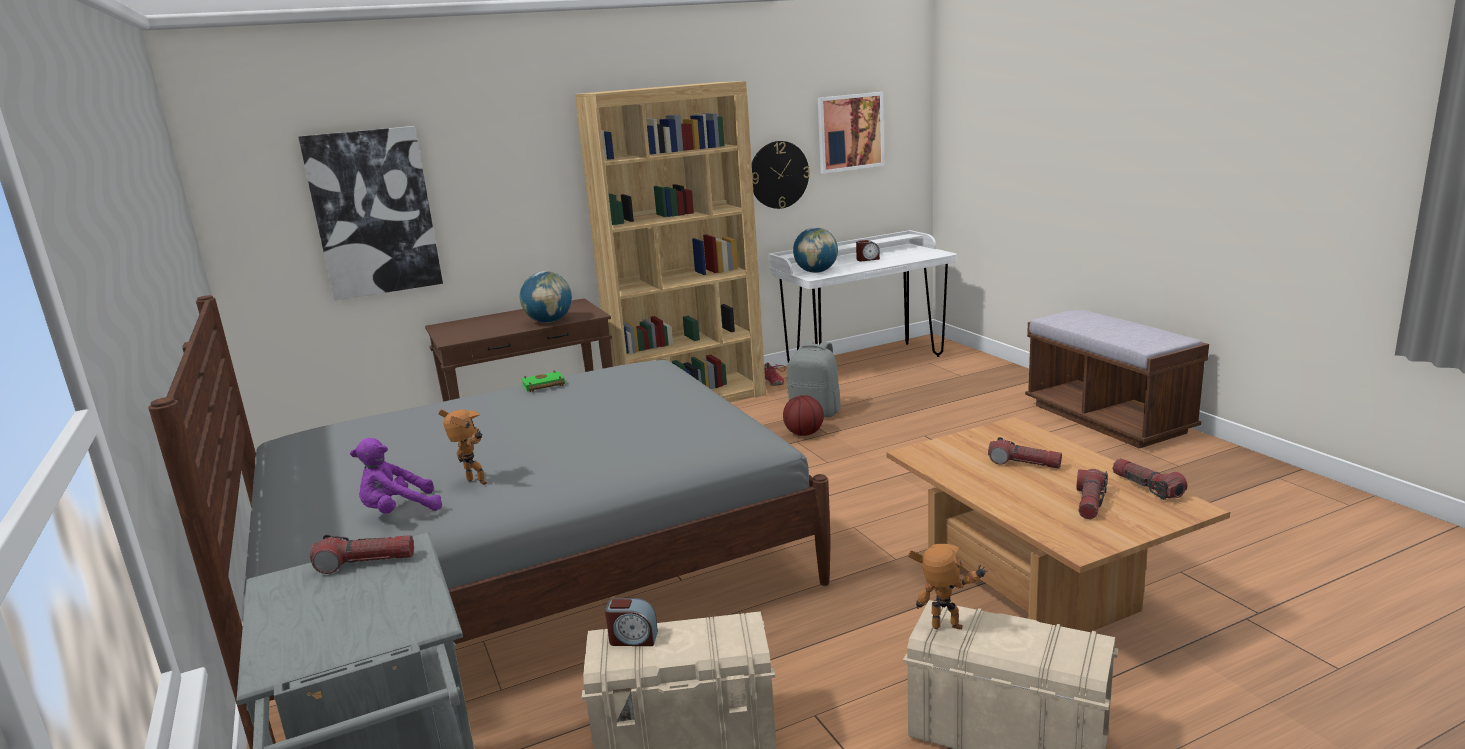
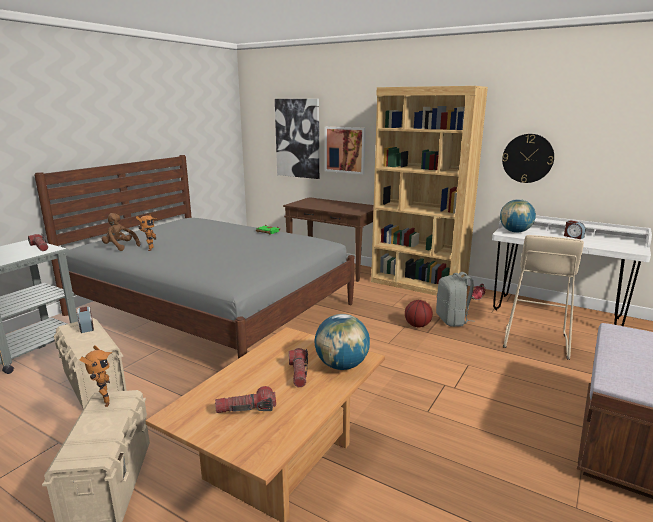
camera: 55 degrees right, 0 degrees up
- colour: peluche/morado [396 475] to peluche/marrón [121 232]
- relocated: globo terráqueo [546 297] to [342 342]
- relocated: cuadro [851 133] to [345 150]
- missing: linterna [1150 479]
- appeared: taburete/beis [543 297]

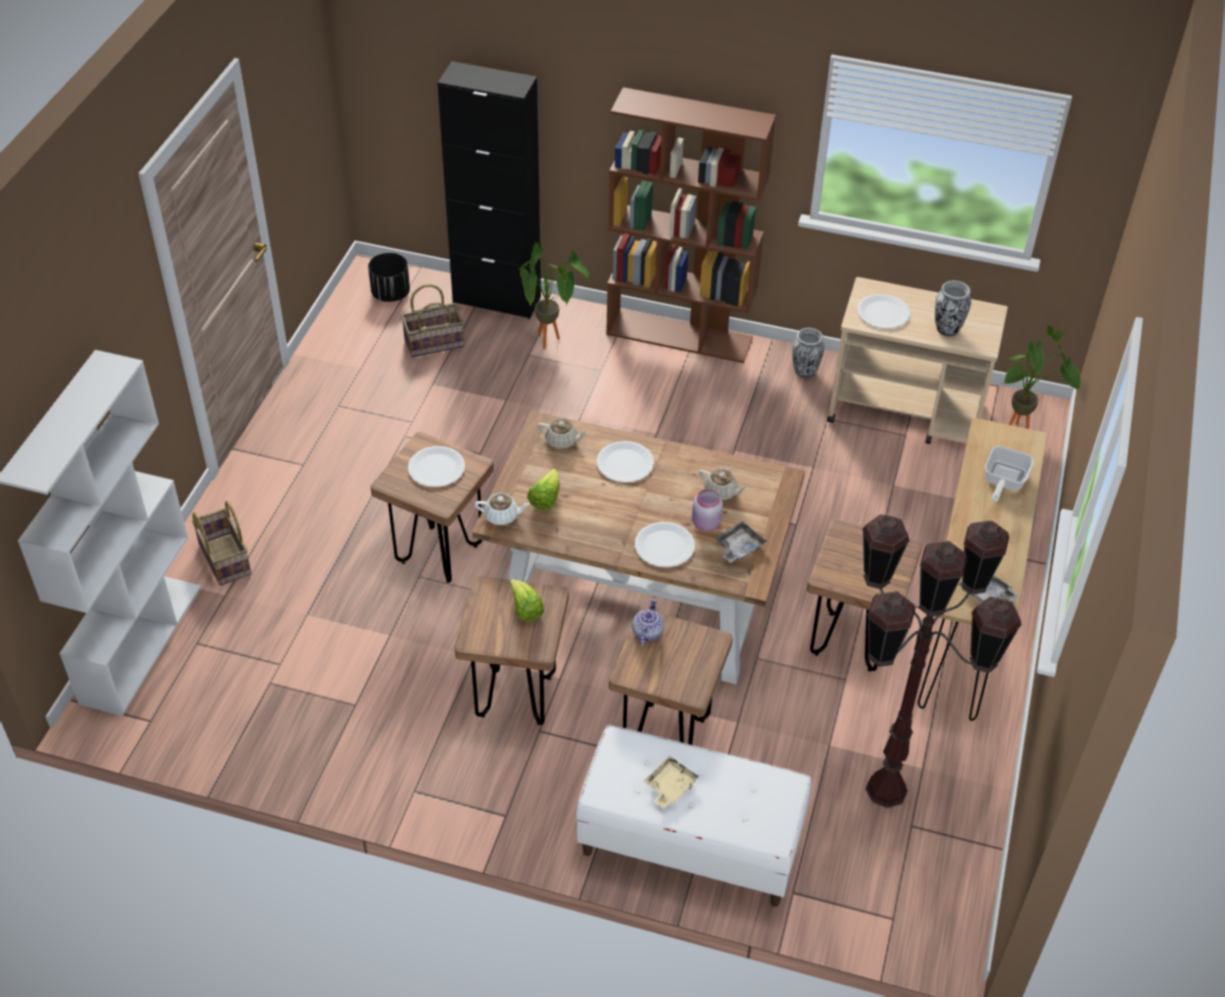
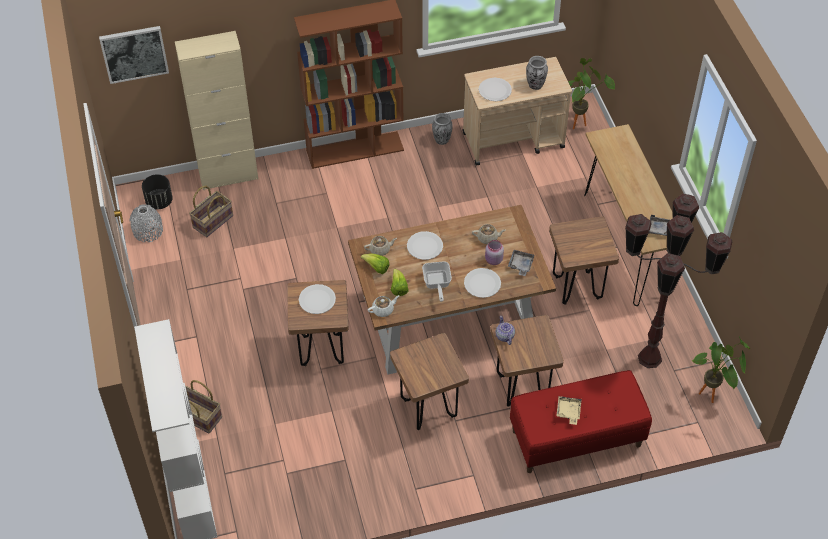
camera: 30 degrees left, 5 degrees up
- colour: armario/negro [489 190] to armario/beis [216 110]
- relocated: lechuga [526 600] to [375 264]
- relocated: planta en maceta [554 295] to [721 369]
- colour: banco/blanco [694 816] to banco/rojo [581 421]
- relocated: sartén [1009 474] to [437 282]
- appeared: cuadro [134 55]
- appeared: florero/gris [146 223]

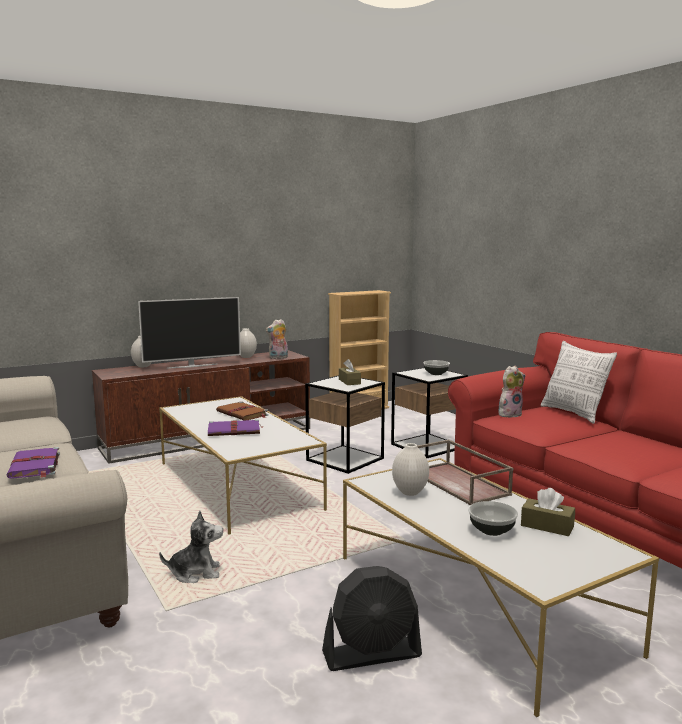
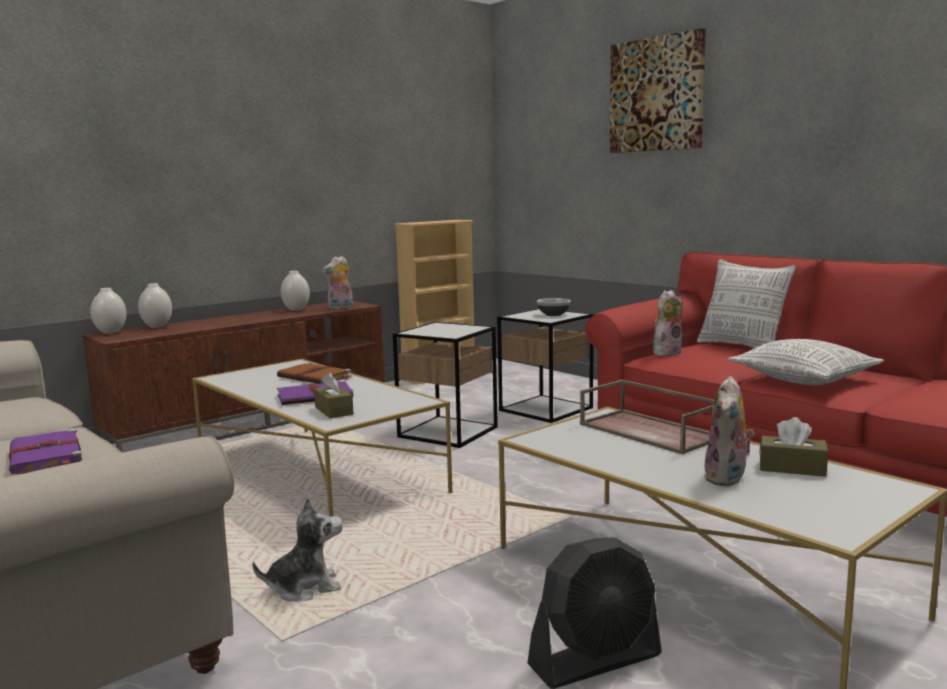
camera: 10 degrees left, 0 degrees up
- missing: televisor [189 333]
- relocated: caja de pañuelos/marrón [350 372] to [334 395]
- relocated: florero/blanco [410 469] to [108 311]
- exchanged: cuenco [493 518] to peluche [729 431]
- appeared: cuadro [658 90]
- appeared: cojín [806 362]

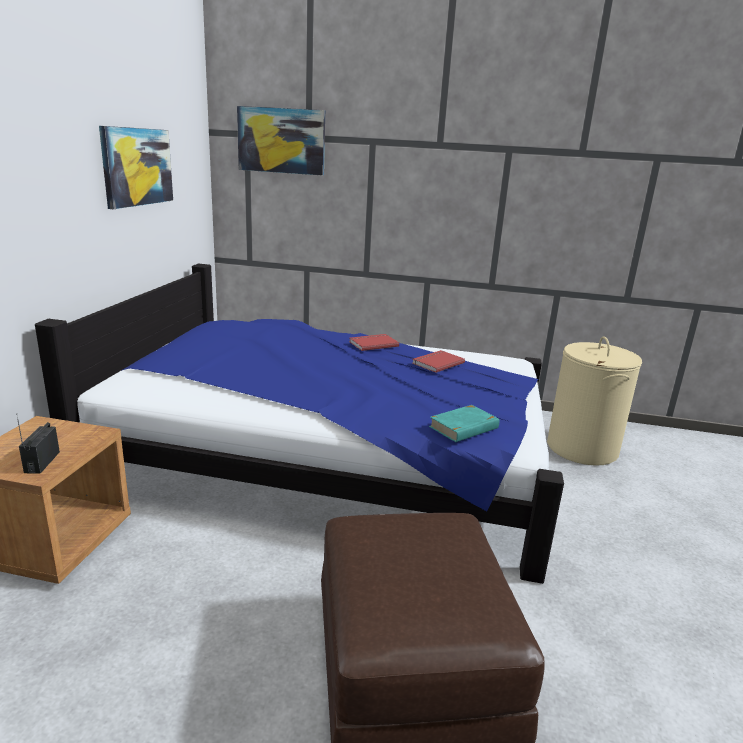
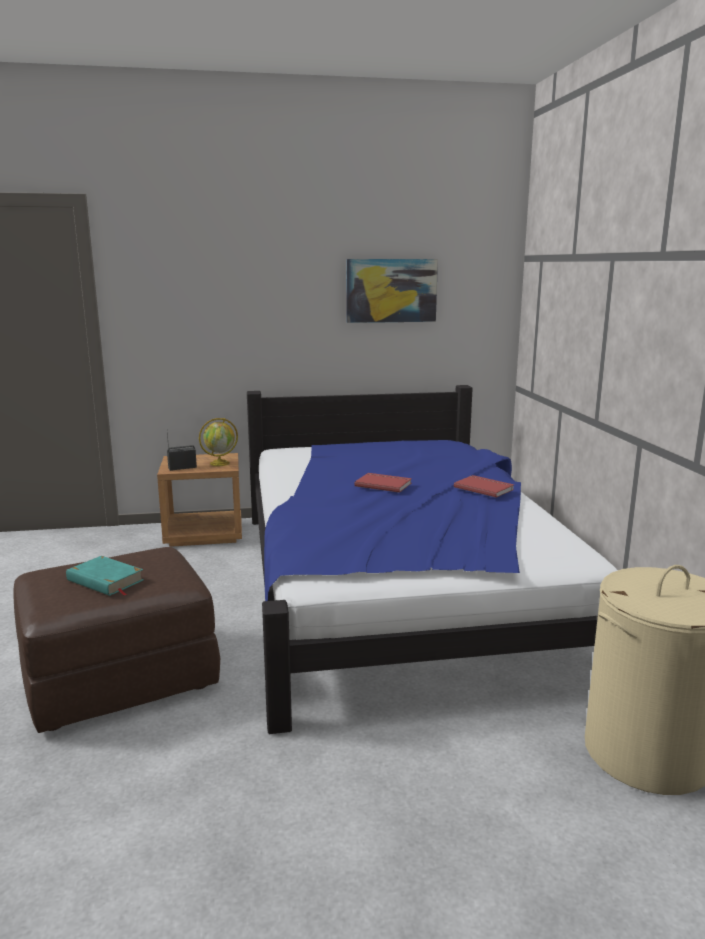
camera: 70 degrees right, 5 degrees down
- missing: cuadro [281 141]
- relocated: libro/rojo [438 361] to [383 483]
- relocated: libro/turquesa [464 423] to [105 576]
- appeared: globo terráqueo [218 442]

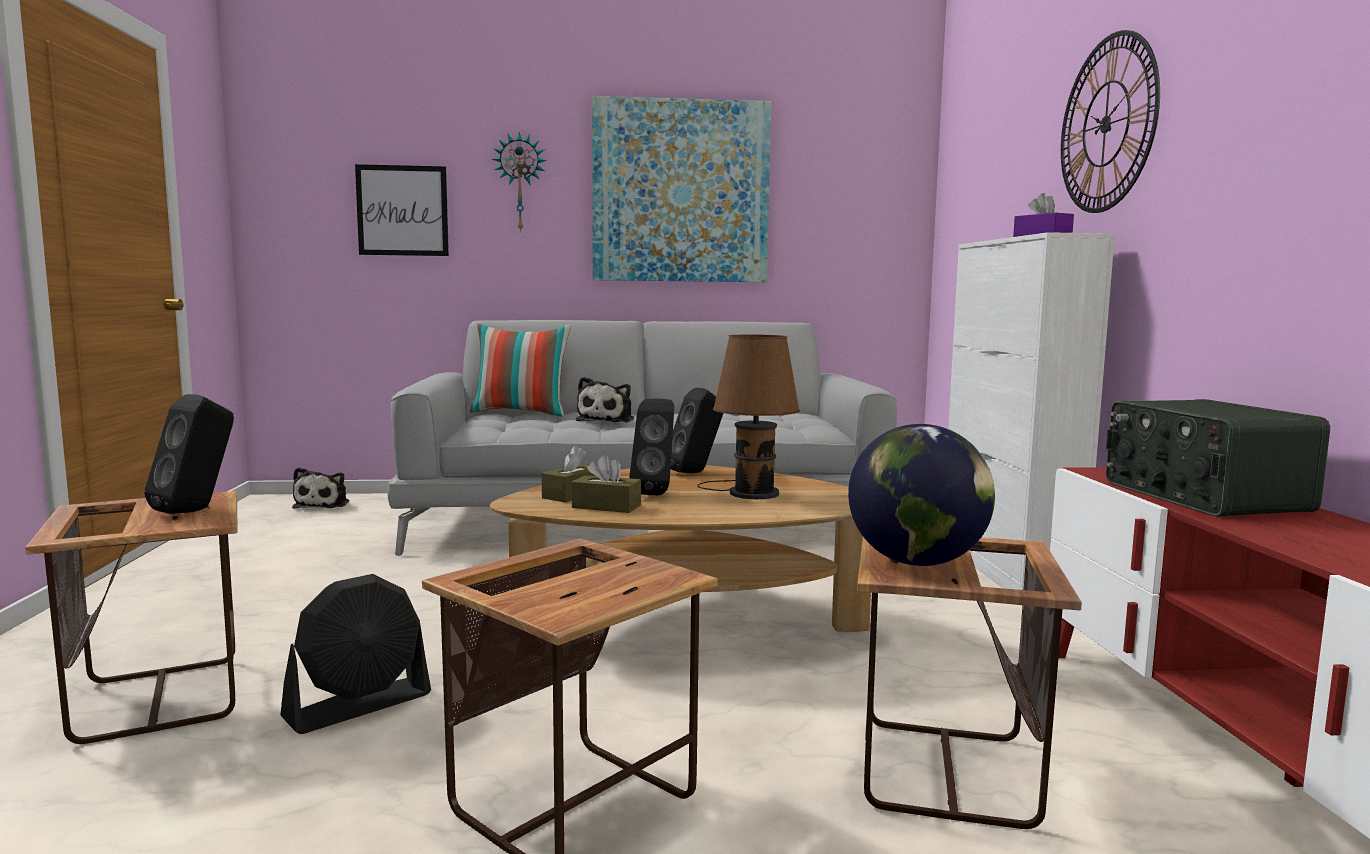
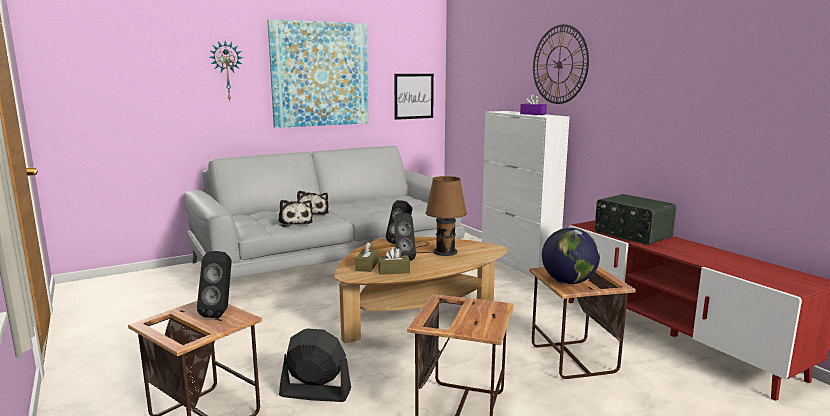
camera: 25 degrees left, 5 degrees up
- spun: ventilador/negro [356 654] = [315 365] 105 degrees counterclockwise
- relocated: peluche [320 488] to [295 213]
- relocated: cuadro [402 210] to [414 97]
- missing: cojín [520 370]

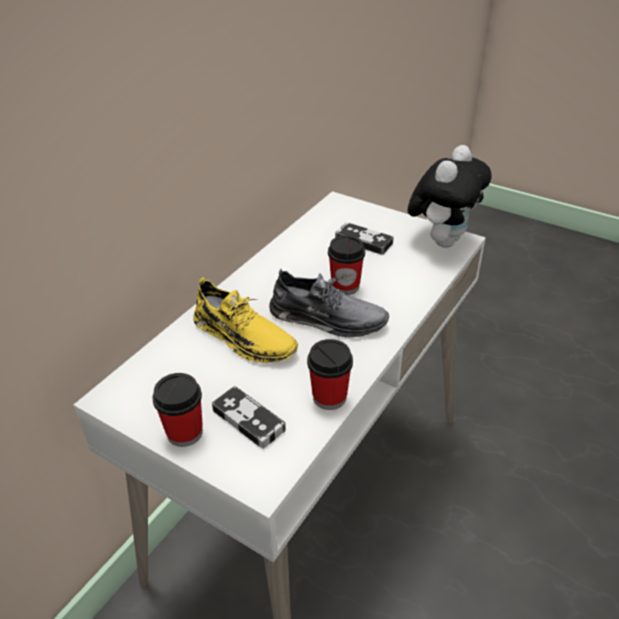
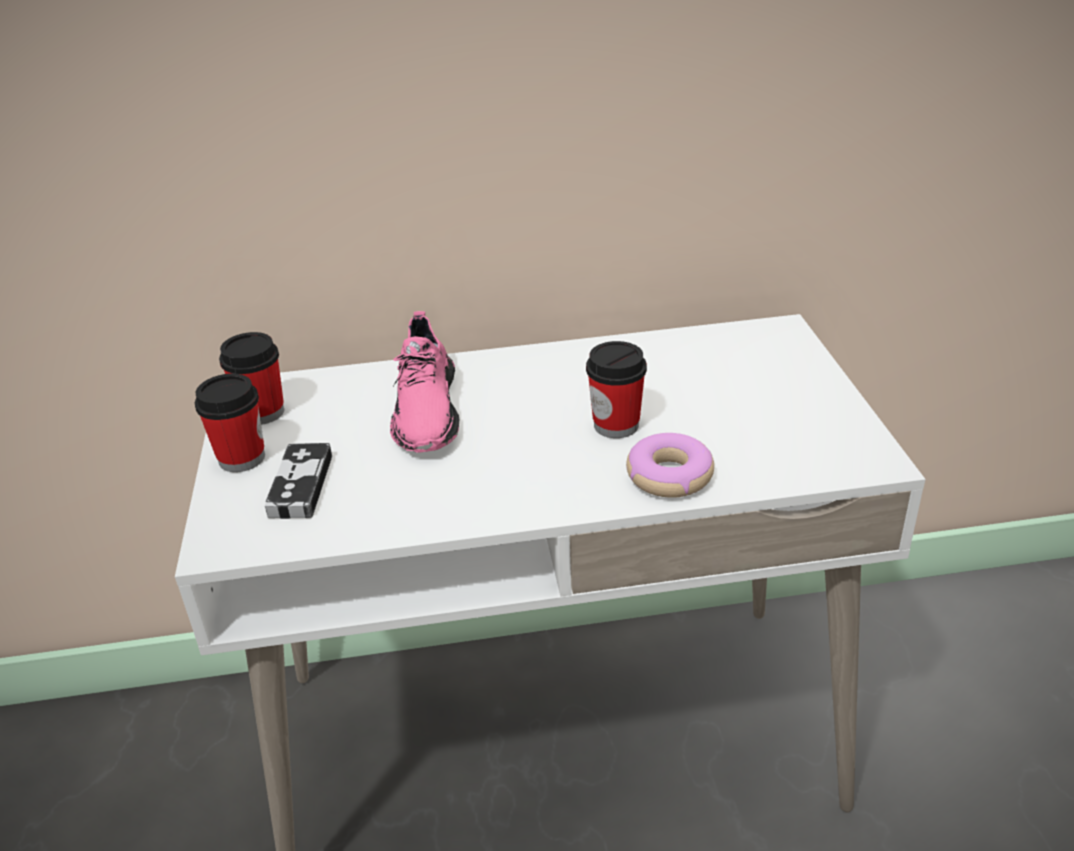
camera: 50 degrees right, 5 degrees down
- colour: zapato/amarillo [245 320] to zapato/rosa [424 382]
- missing: zapato/gris [329 303]
- relocated: taza [330 374] to [251 378]
- missing: mando de consola [364 238]
- missing: peluche [450 196]
- appeared: rosquilla [670 465]

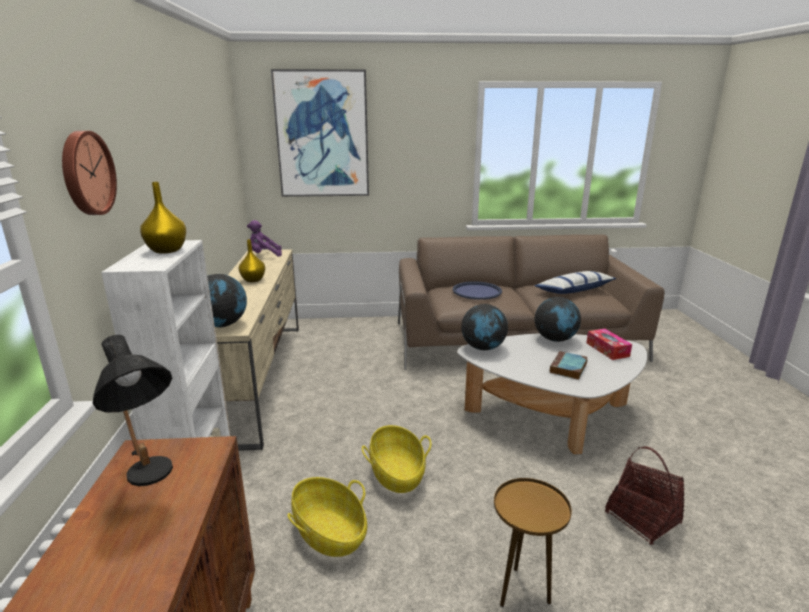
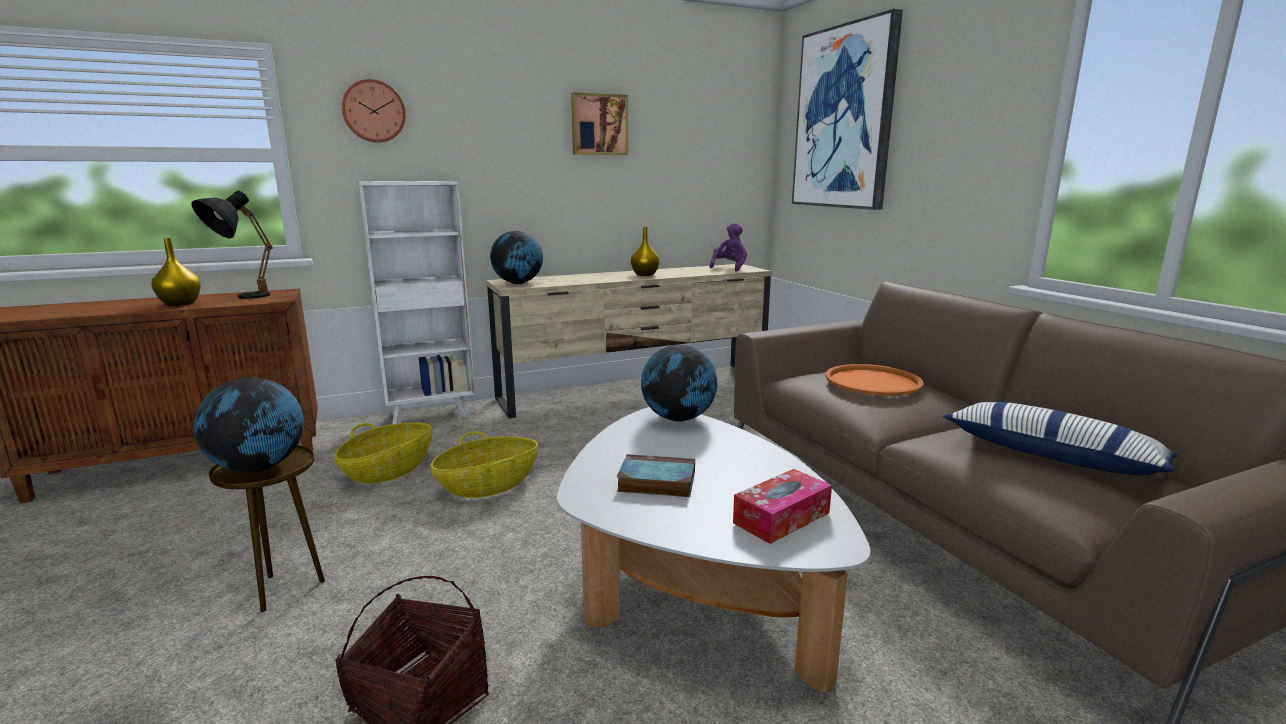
camera: 70 degrees right, 5 degrees down
- relocated: florero/amarillo [163 218] to [176 272]
- spun: peluche/morado [264 238] = [728 247] 60 degrees clockwise
- colour: bandeja/azul [477 291] to bandeja/naranja [874 380]
- relocated: globo terráqueo [558 319] to [249 425]
- appeared: cuadro [599 123]

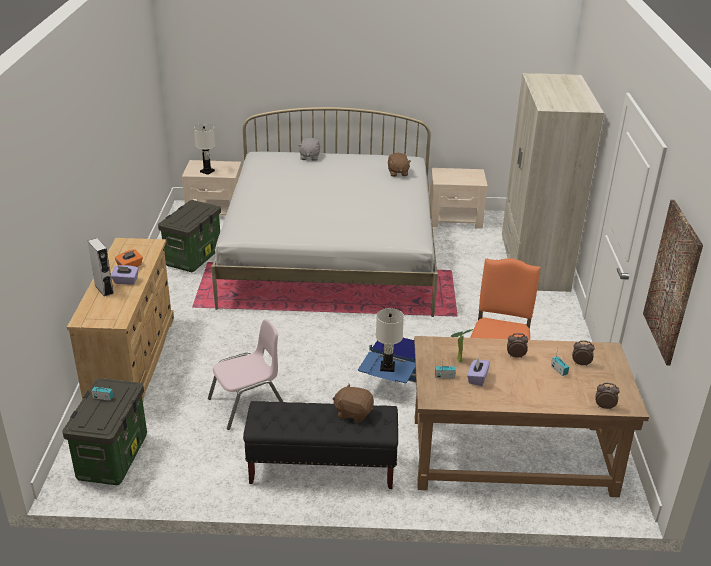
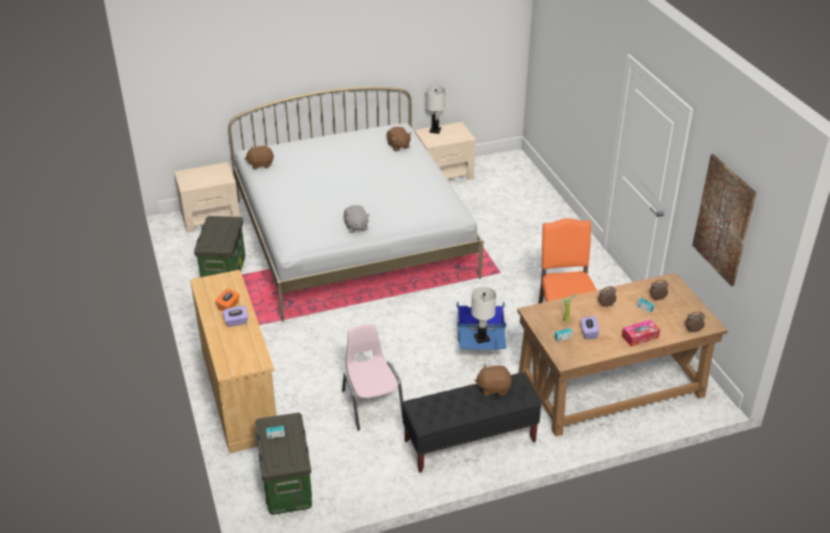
camera: 20 degrees left, 5 degrees up
- missing: altavoz/gris [101 267]
- relocated: lámpara de mesa/blanco [205 149] to [436 110]
- spun: silla/rosa [245 374] = [372 377] 60 degrees counterclockwise
- relocated: peluche/gris [309 149] to [356 219]
- missing: armario ropero/beis [553 182]
- appeared: peluche/marrón [259 157]
- appeared: caja de pañuelos [641 333]

